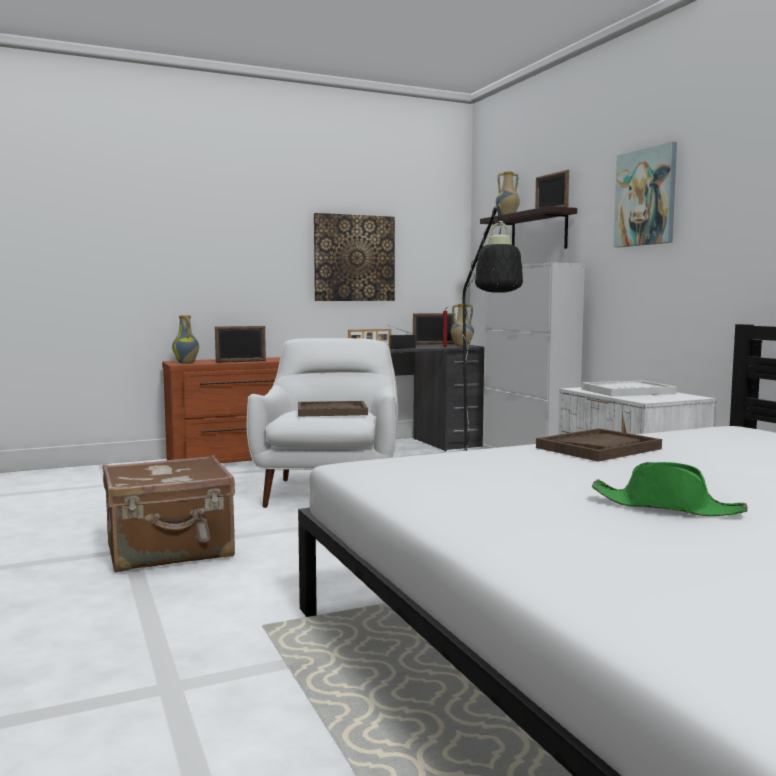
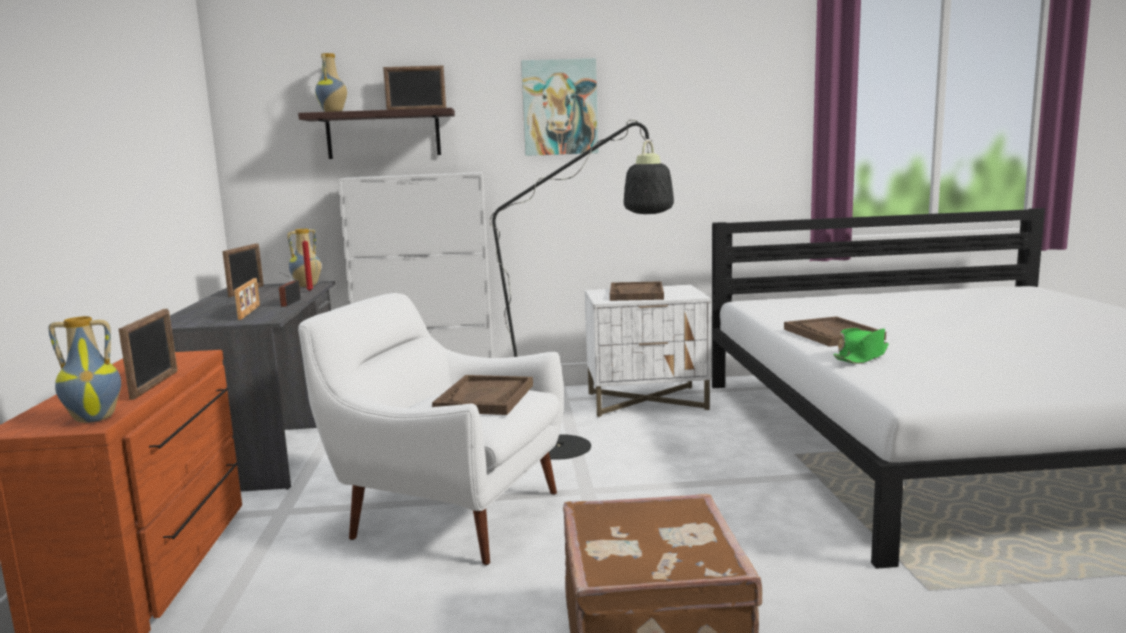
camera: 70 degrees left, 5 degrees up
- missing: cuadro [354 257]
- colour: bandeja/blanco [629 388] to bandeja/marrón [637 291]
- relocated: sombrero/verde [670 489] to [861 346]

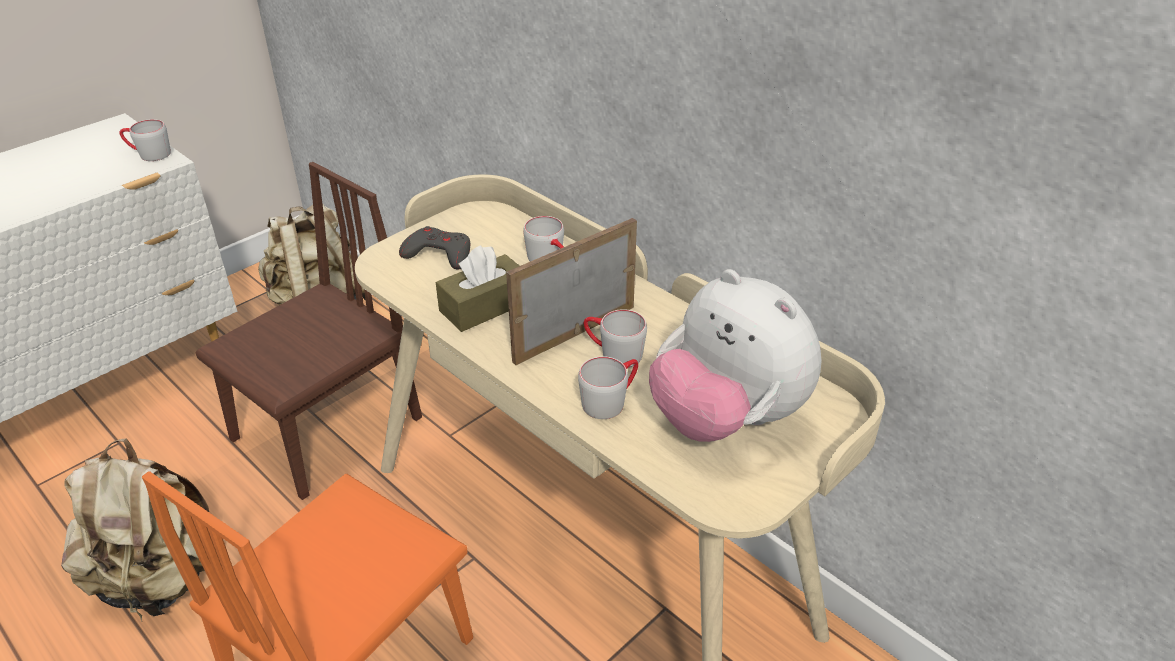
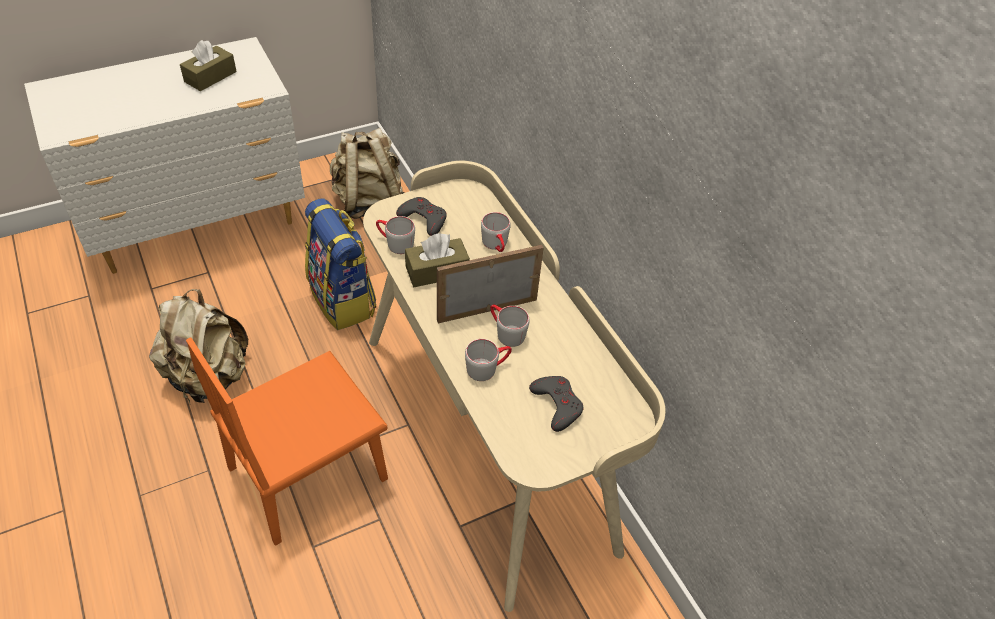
camera: 15 degrees right, 10 degrees up
- relocated: taza grande/gris [145 140] to [395 235]
- exchanged: silla/marrón [308 331] to mochila [340 264]
- exchanged: peluche [735 355] to mando de consola/gris [556 404]
- appeared: caja de pañuelos/marrón [208 65]

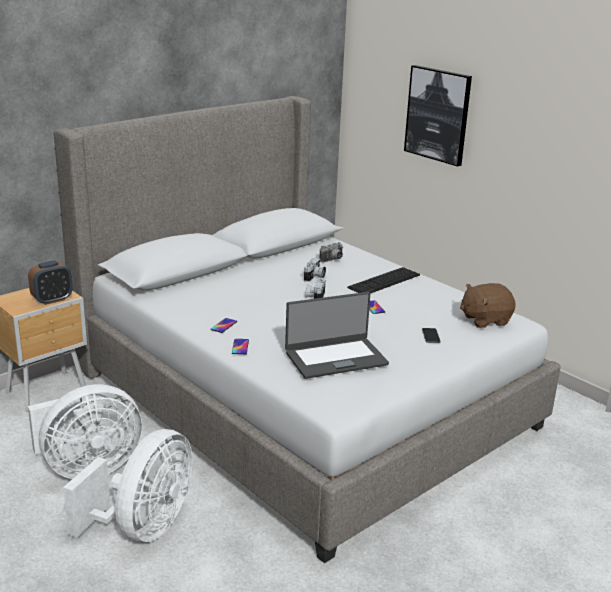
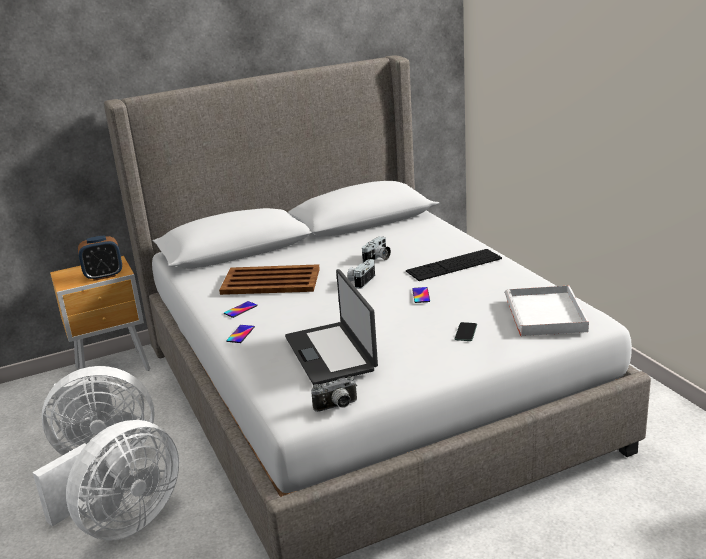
camera: 20 degrees right, 0 degrees up
- spun: portátil [337 335] = [331 327] 75 degrees clockwise
- relocated: cámara [331 252] to [334 394]
- missing: cuadro [438 116]
- exchanged: peluche/marrón [488 305] to bandeja/blanco [547 311]
- appeared: bandeja/marrón [269 279]

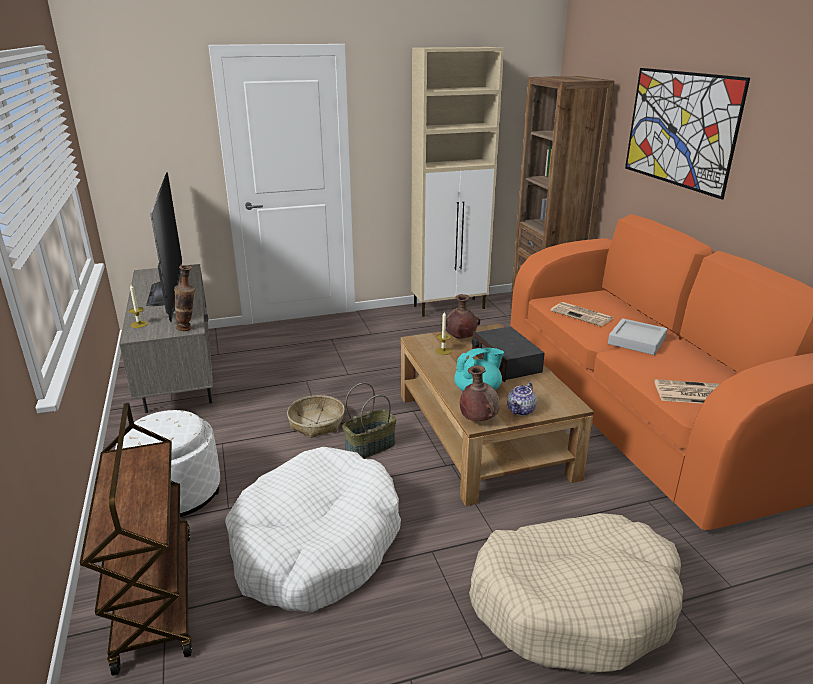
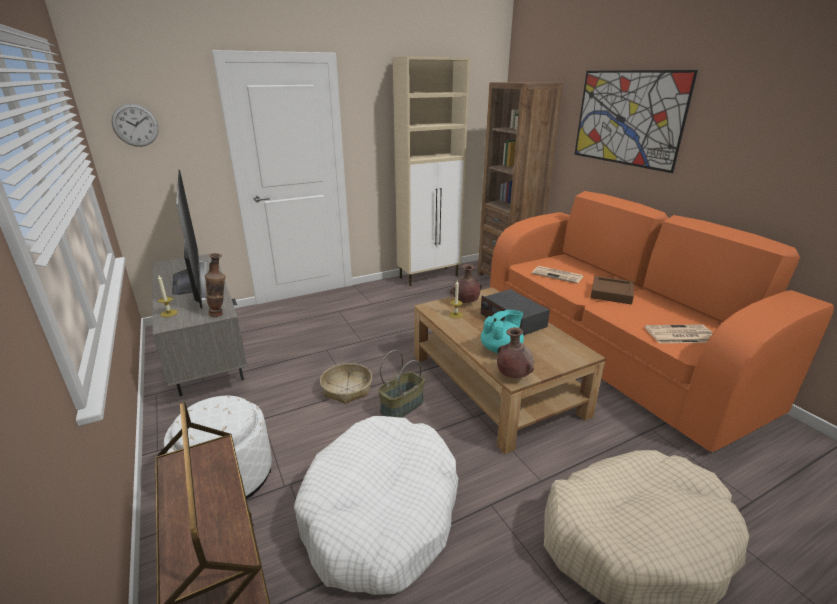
camera: 10 degrees left, 0 degrees up
- missing: tetera [522 399]
- colour: bandeja/gris [637 336] to bandeja/marrón [612 290]
- appeared: reloj de pared [135 125]

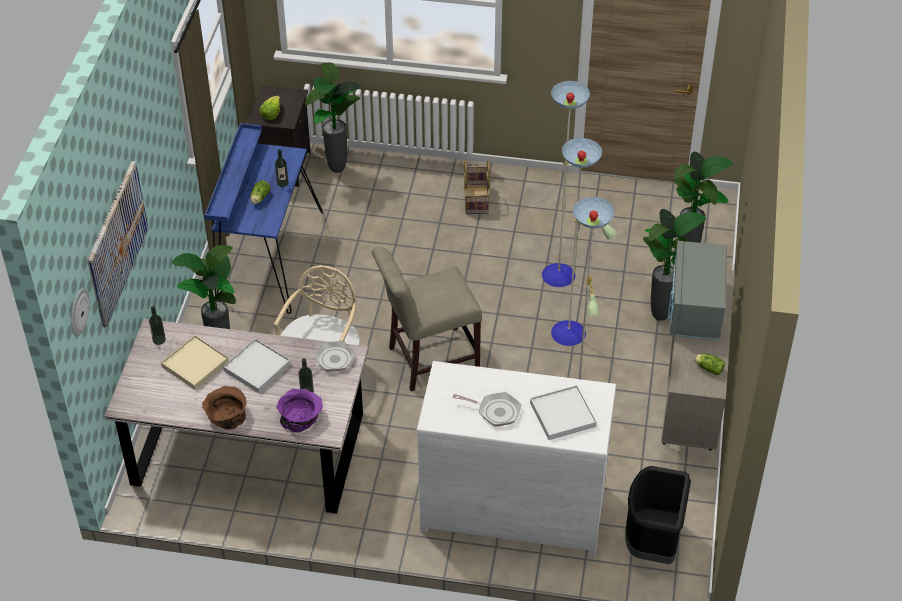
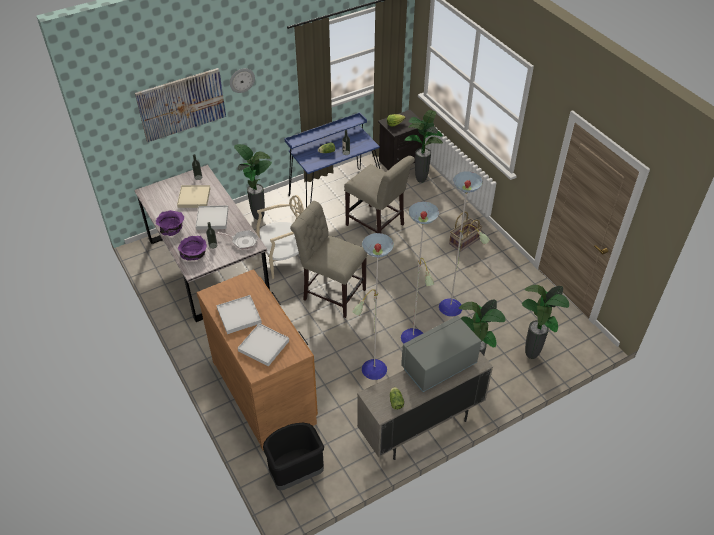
camera: 50 degrees right, 0 degrees up
- relocated: reloj de pared [80 312] to [242 80]
- colour: cuenco/marrón [224 408] to cuenco/morado [169 223]
- colour: cómoda/blanco [516 458] to cómoda/marrón [257 360]
- exchanged: sartén [486 409] to bandeja/blanco [239 314]
- appeared: silla/beis [379 194]

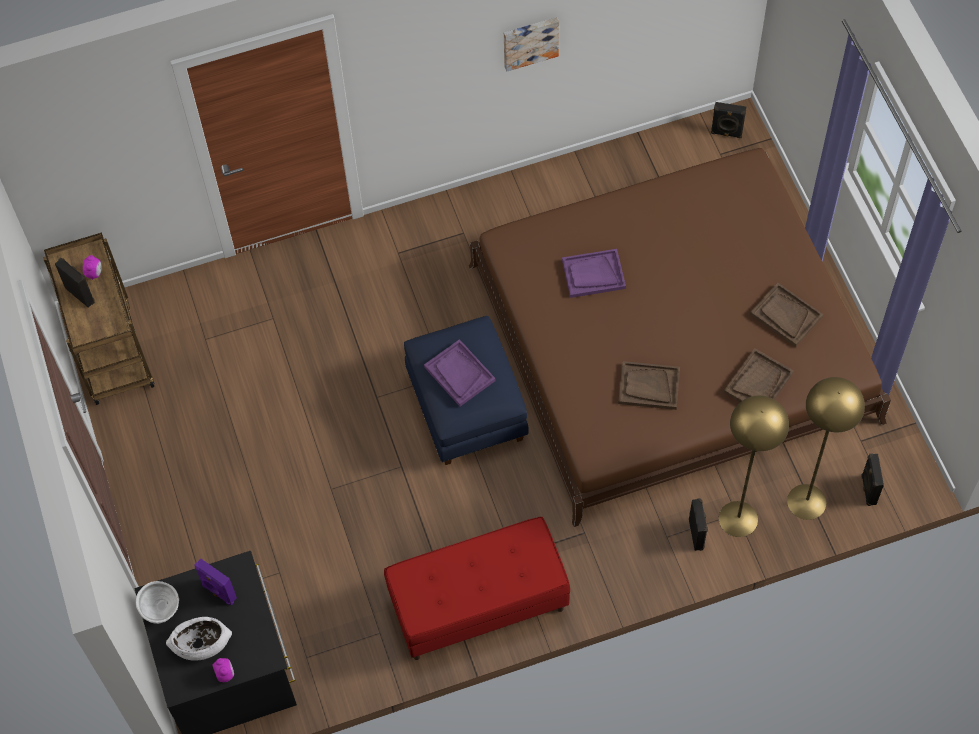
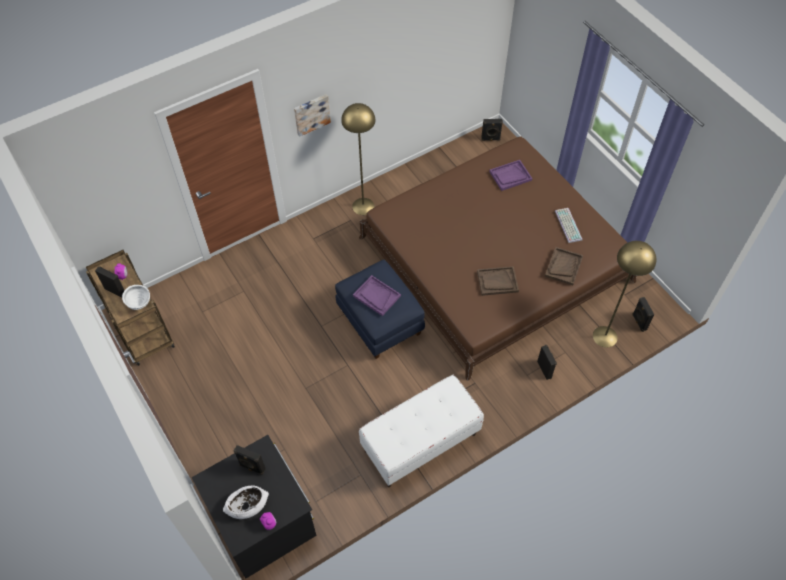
camera: 15 degrees left, 5 degrees down
- relocated: cuenco/blanco [157 602] to [136 297]
- colour: altavoz/morado [216 581] to altavoz/negro [249 460]
- colour: banco/rojo [477 588] to banco/blanco [421 431]
- relocated: cuadro [531 44] to [312 115]
- relocated: bandeja/morado [594 273] to [510 175]
- relocated: lámpara de pie/amarillo [754 466] to [358 159]
- exchanged: bandeja/marrón [786 315] to teclado [568 225]

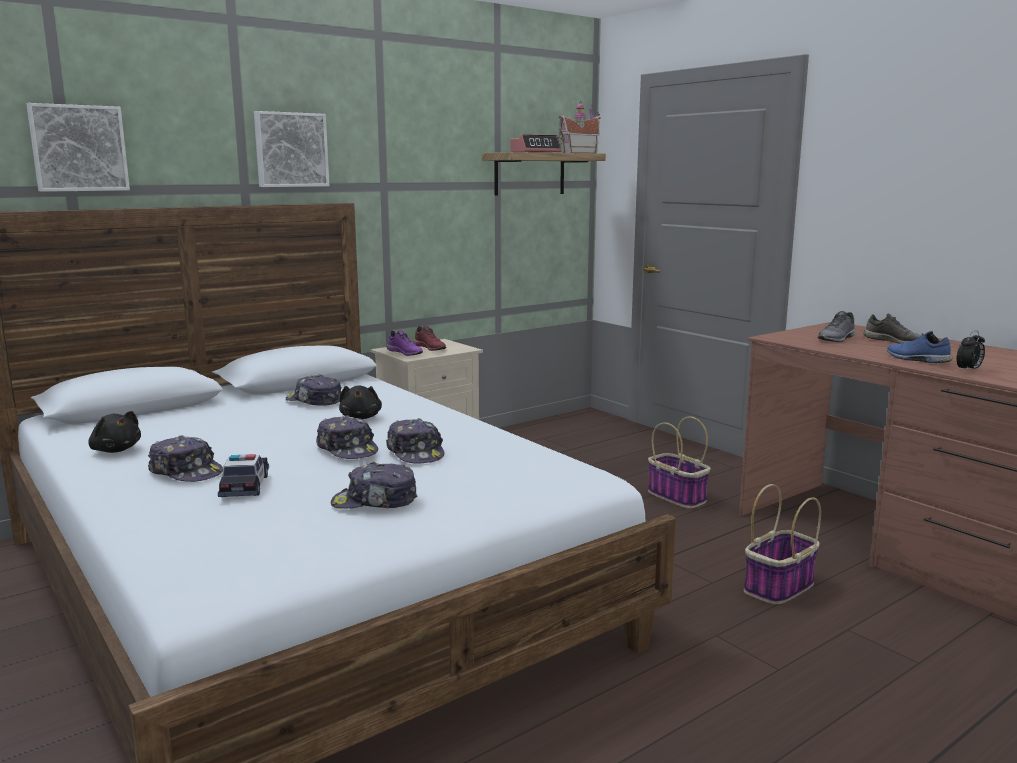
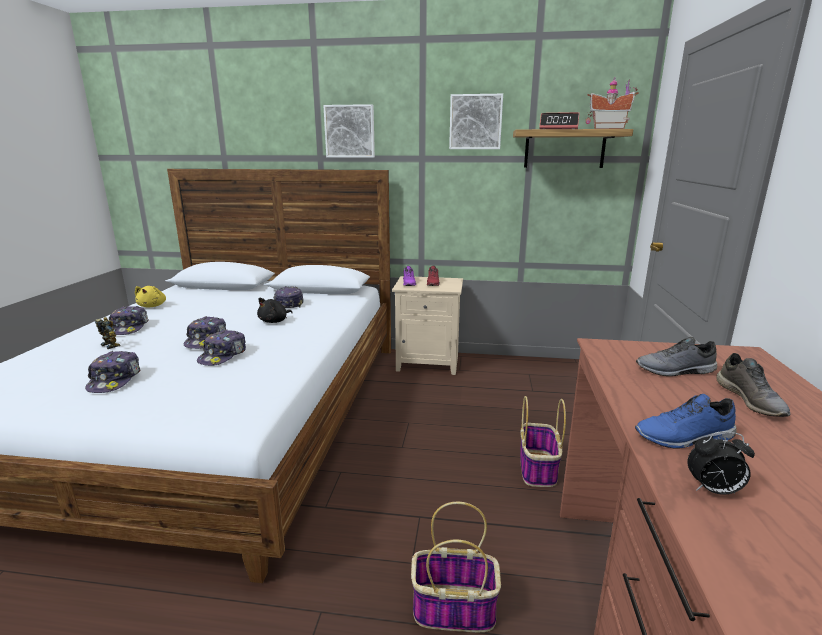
camera: 45 degrees right, 5 degrees up
- relocated: cuadro [78 147] to [476 121]
- colour: peluche/negro [114 432] to peluche/amarillo [150 296]
- exchanged: coche de juguete [243 475] to robot de juguete [108 333]
- spun: gorra [374 485] = [113 372] 135 degrees counterclockwise
- spun: zapato/azul [919 347] = [686 421] 105 degrees counterclockwise

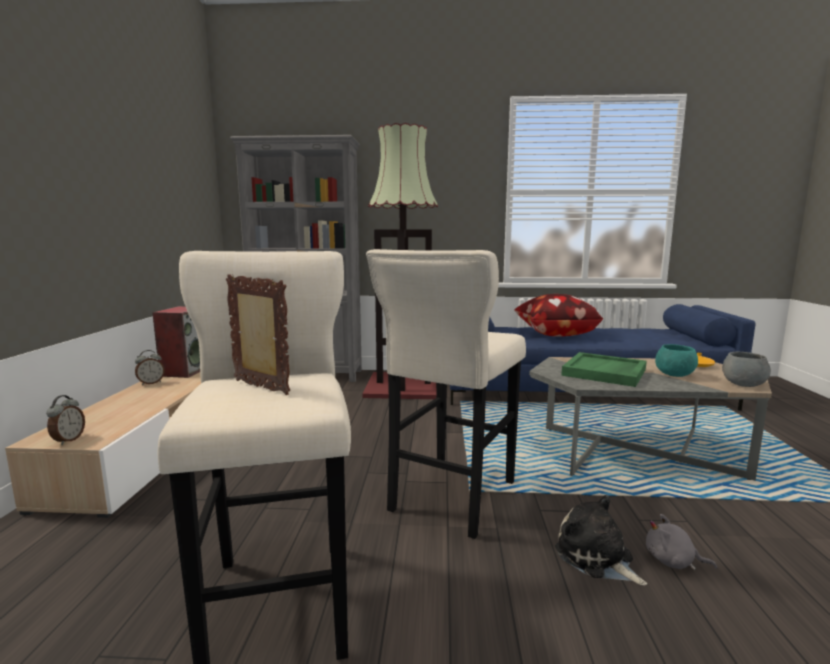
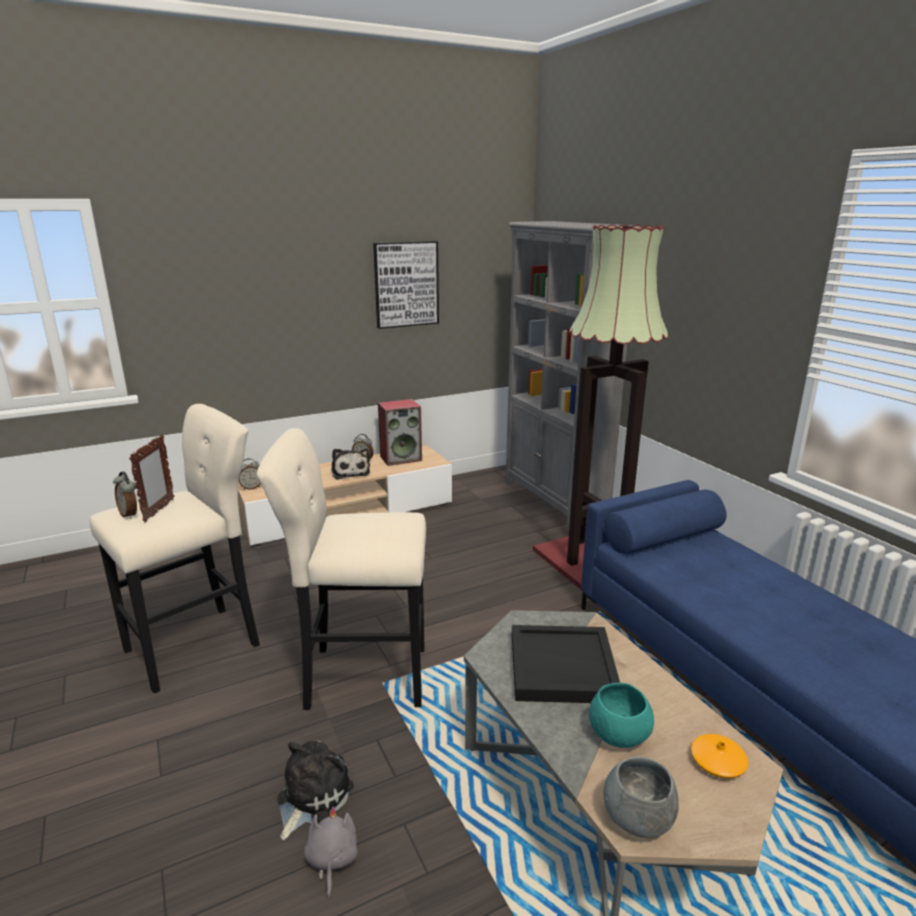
camera: 60 degrees right, 10 degrees up
- missing: cojín [558 315]
- colour: bandeja/verde [604 369] to bandeja/negro [566 664]
- appeared: despertador [125 495]
- appeared: peluche [351 464]
- appeared: cuadro [406 285]

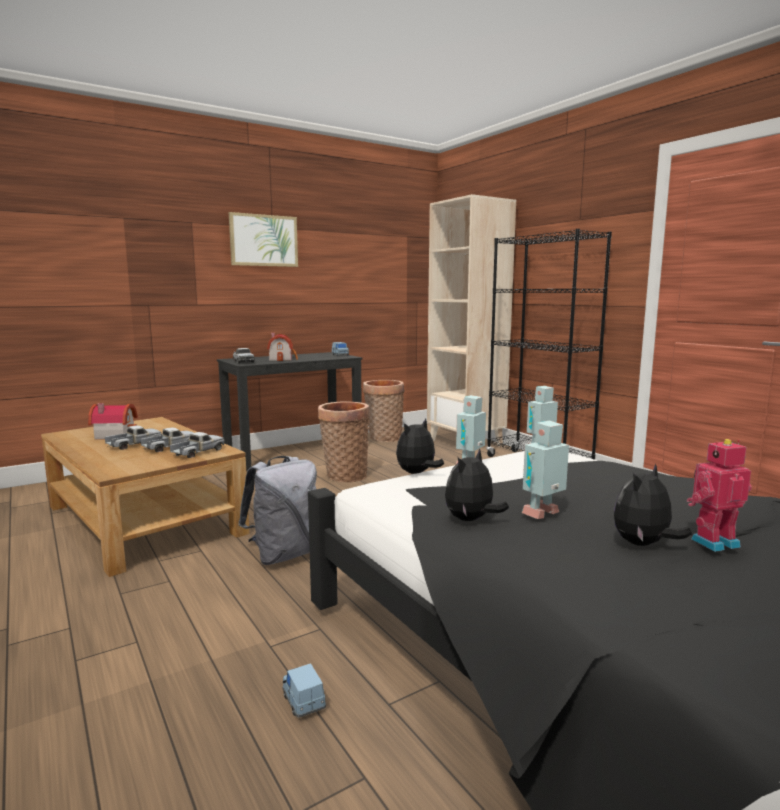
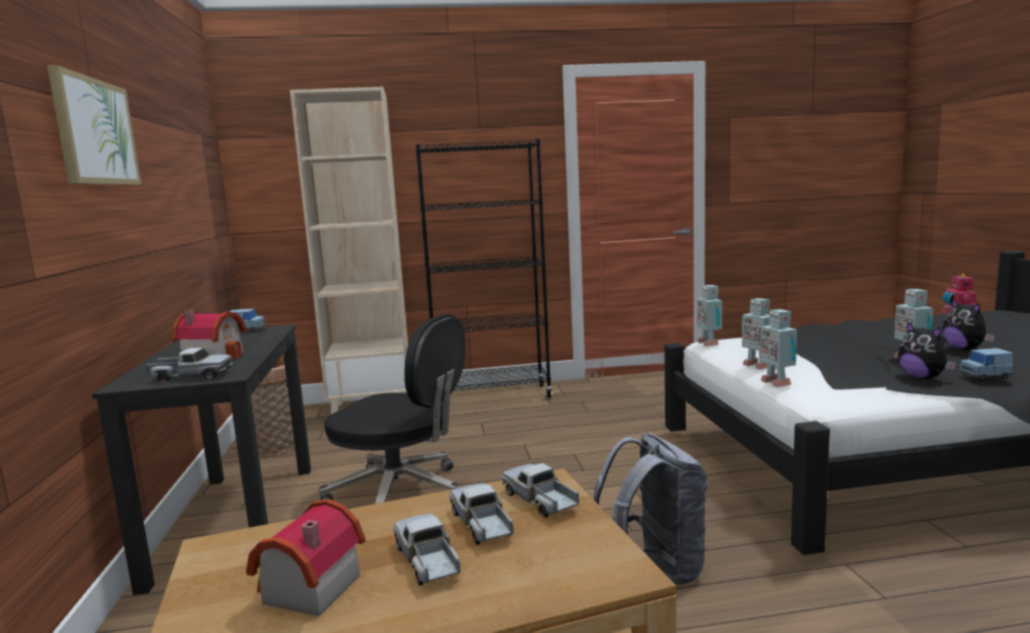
camera: 65 degrees left, 0 degrees up
- relocated: coche de juguete/azul [304 690] to [986 364]
- exchanged: cesta [344 441] to silla de oficina/negro [392 409]
- exchanged: peluche [420 446] to robot de juguete [778 348]

